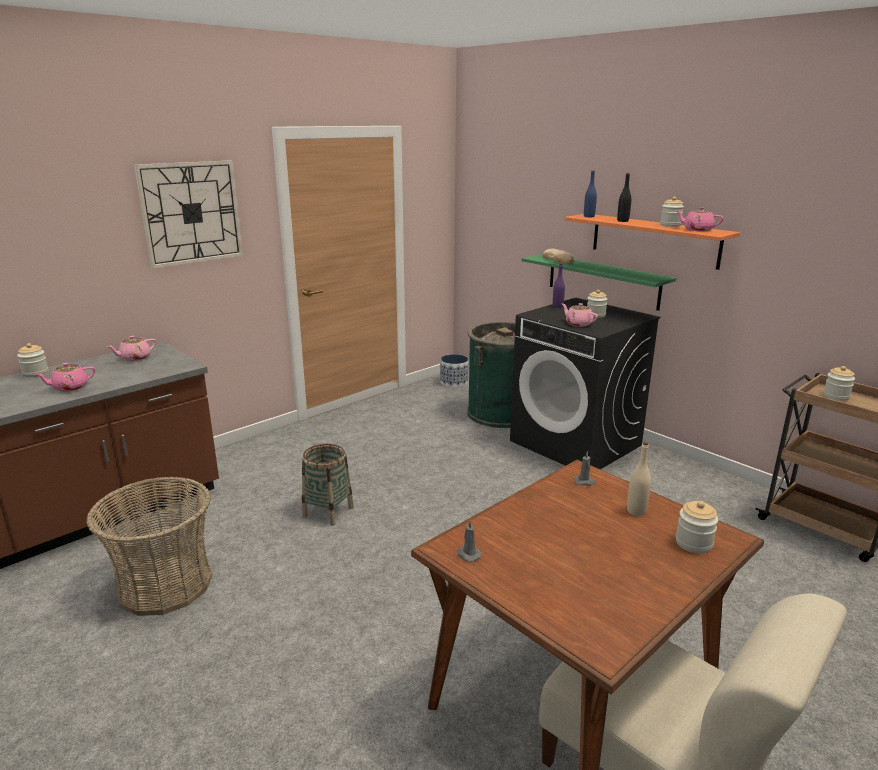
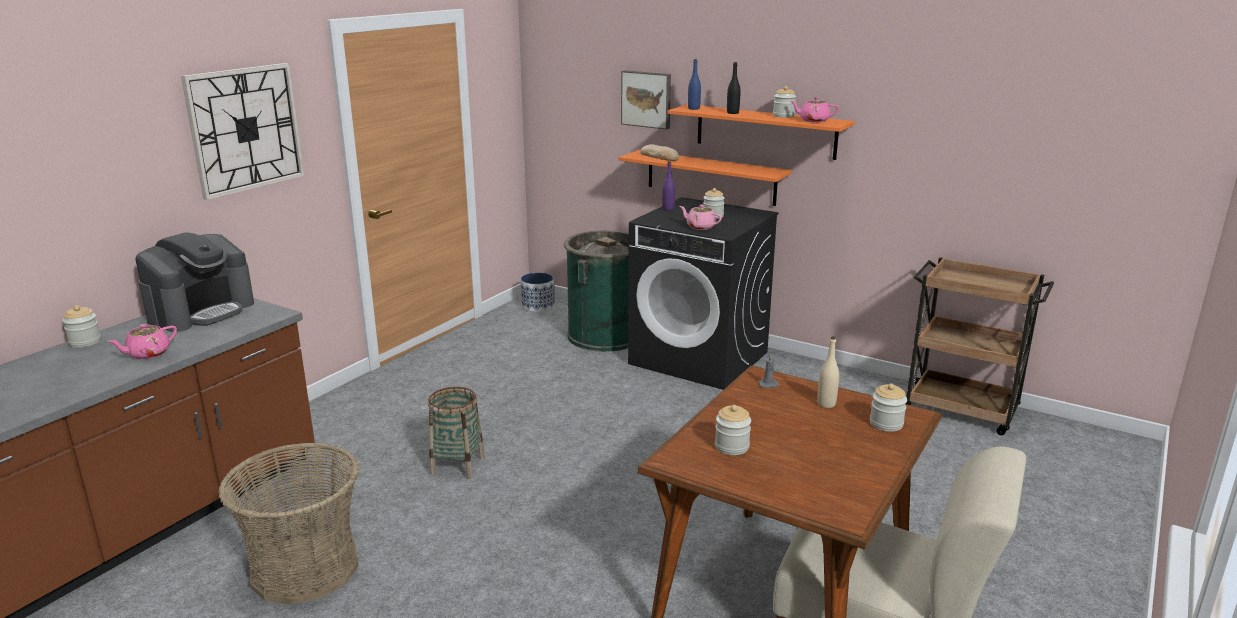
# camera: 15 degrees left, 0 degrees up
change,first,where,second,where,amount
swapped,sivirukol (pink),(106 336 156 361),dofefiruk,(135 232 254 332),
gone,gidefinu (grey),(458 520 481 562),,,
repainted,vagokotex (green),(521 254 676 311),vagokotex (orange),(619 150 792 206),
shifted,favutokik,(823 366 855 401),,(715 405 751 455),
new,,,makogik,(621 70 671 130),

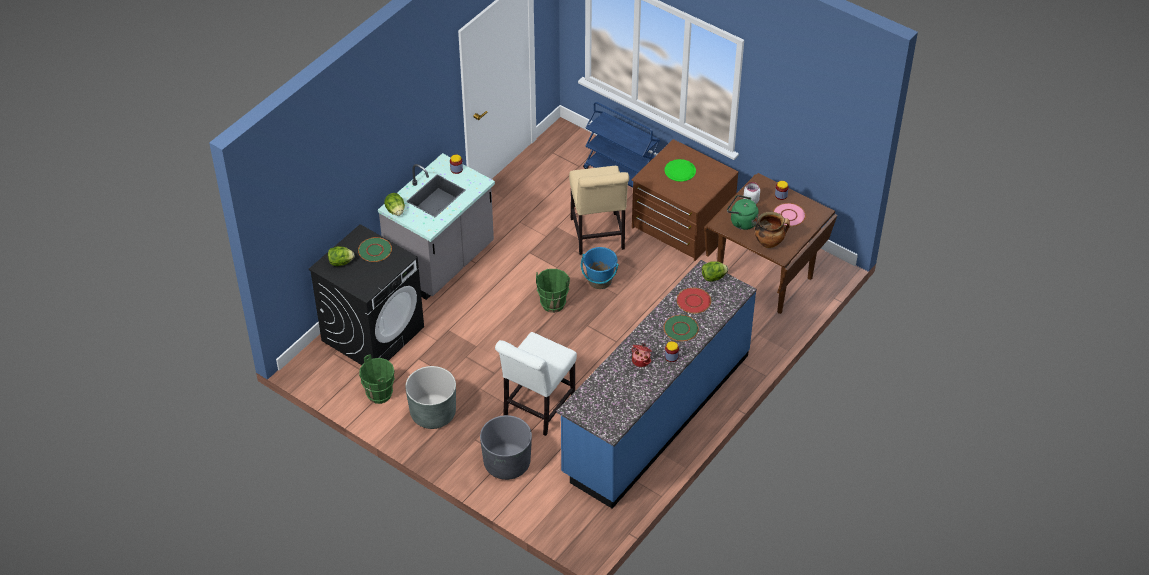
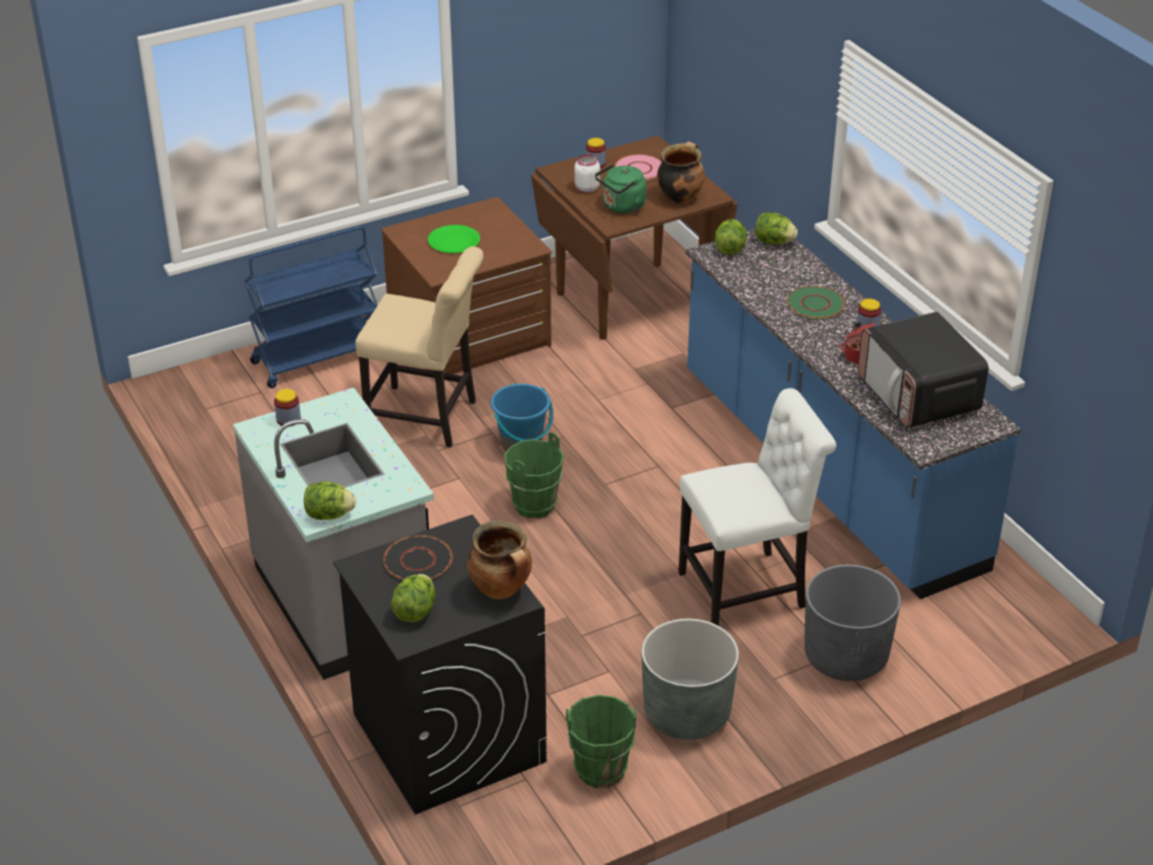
# camera: 65 degrees left, 10 degrees down
change,first,where,second,where,amount
repainted,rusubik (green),(358 237 392 262),rusubik (black),(383 535 453 580),
rotated,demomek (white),(495 332 577 436),,(678 388 836 626),75 degrees counterclockwise
gone,rusubik (red),(677 288 711 313),,,
new,,,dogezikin,(467 520 532 599),
new,,,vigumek,(755 212 798 245),
new,,,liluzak,(858 312 989 428),

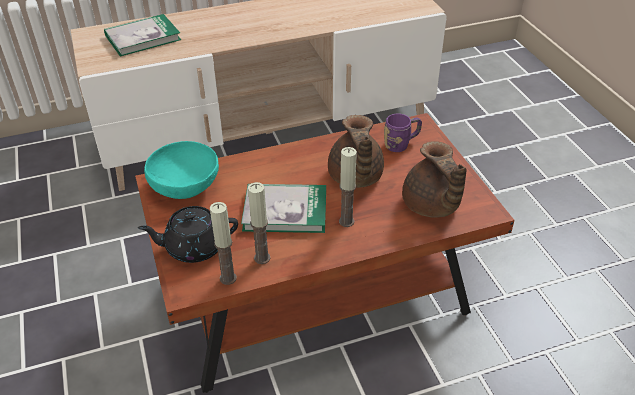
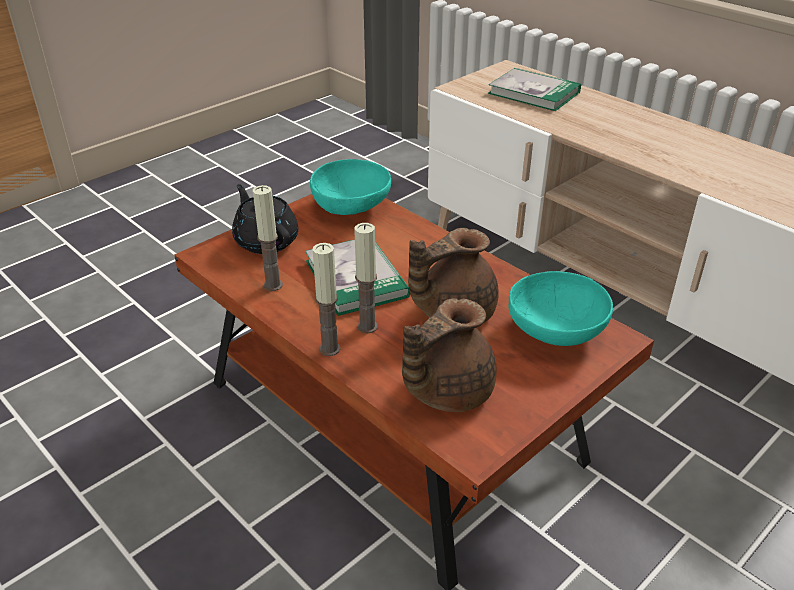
# camera: 65 degrees right, 5 degrees down
change,first,where,second,where,amount
shifted,gidefinu,(210 202 237 285),,(313 243 341 356),
swapped,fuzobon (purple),(384 114 422 152),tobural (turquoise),(508 271 613 346),

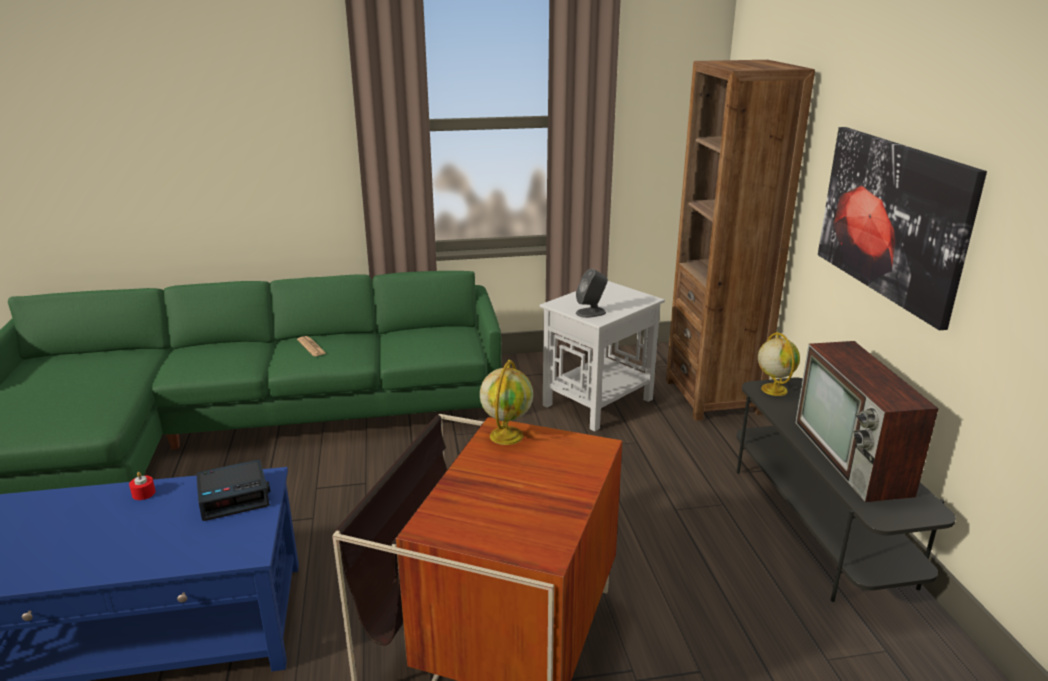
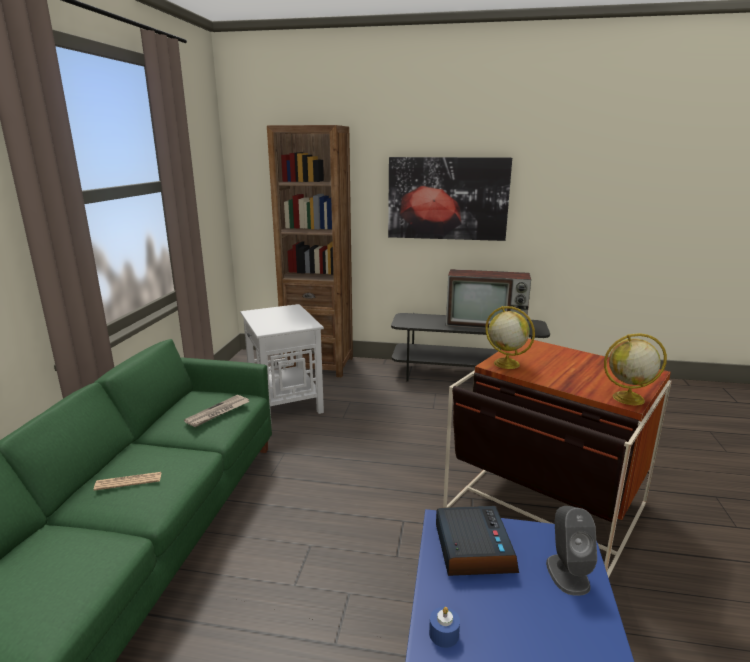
# camera: 70 degrees left, 5 degrees down
change,first,where,second,where,amount
repainted,gidefinu (red),(129 472 156 500),gidefinu (blue),(429 607 460 648),
shifted,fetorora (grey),(576 269 608 318),,(546 506 597 596),
shifted,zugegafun,(758 332 800 396),,(604 333 667 405),
new,,,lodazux,(184 395 249 427),

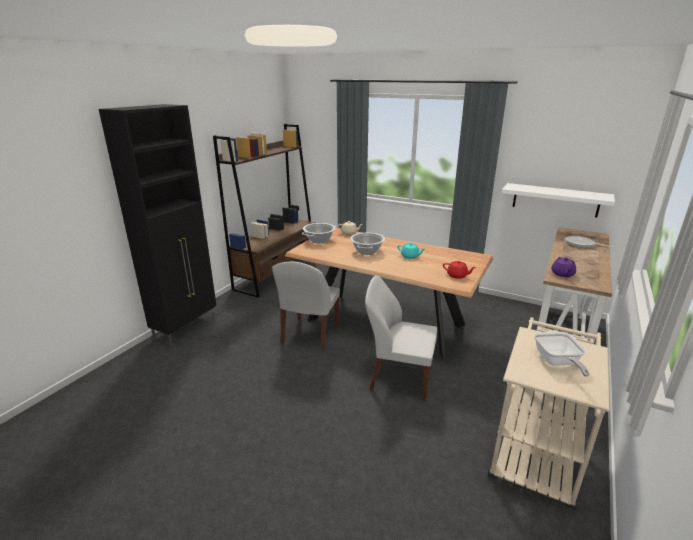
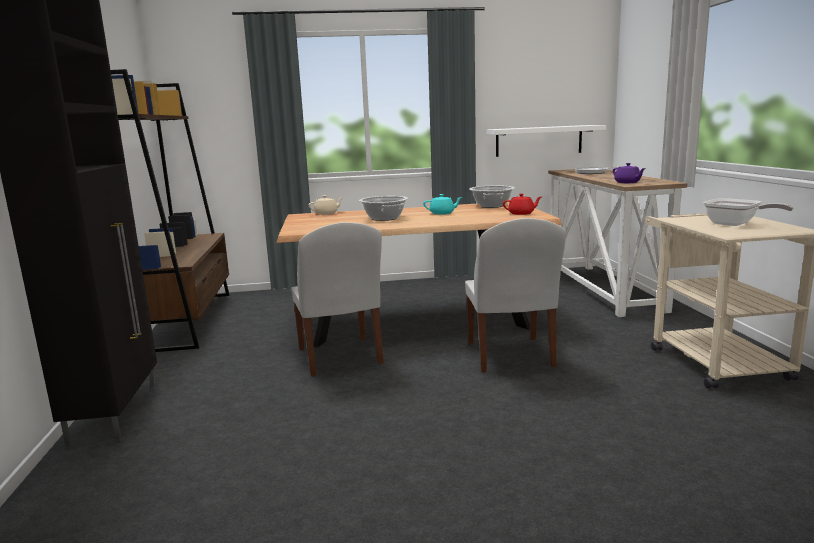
# camera: 35 degrees left, 10 degrees down
change,first,where,second,where,amount
shifted,dogezikin,(302 223 336 243),,(469 185 515 208),
rotated,demomek (white),(365 276 438 401),,(465 218 566 372),75 degrees counterclockwise

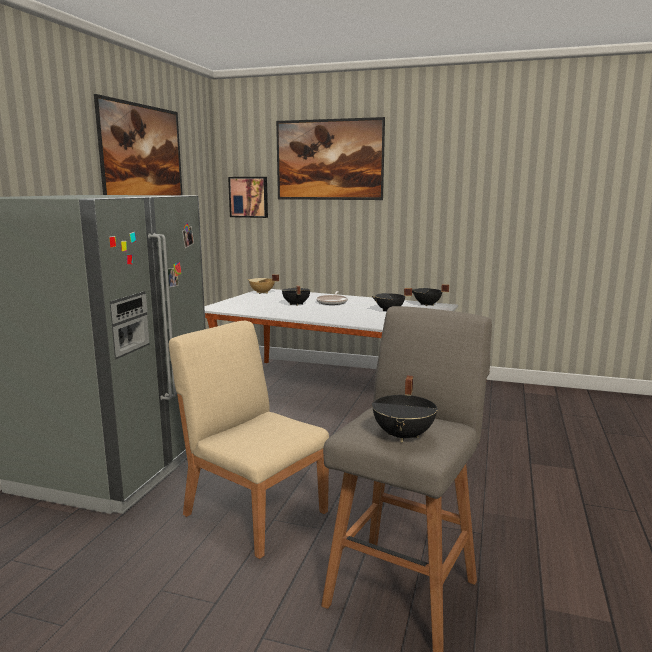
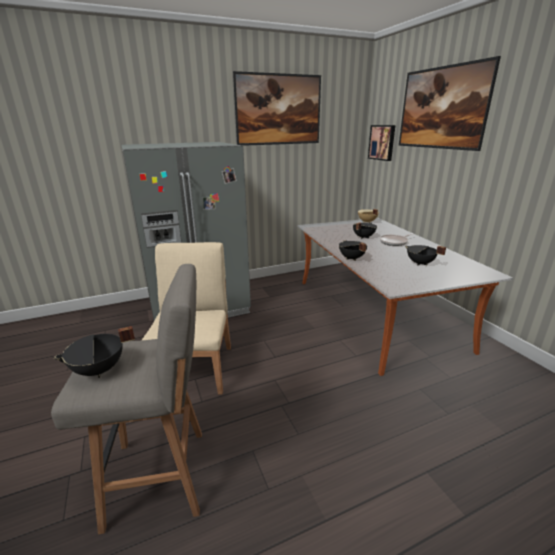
# camera: 50 degrees right, 10 degrees up
change,first,where,second,where,amount
shifted,dogezikin (black),(412 284 449 306),,(339 240 367 261),

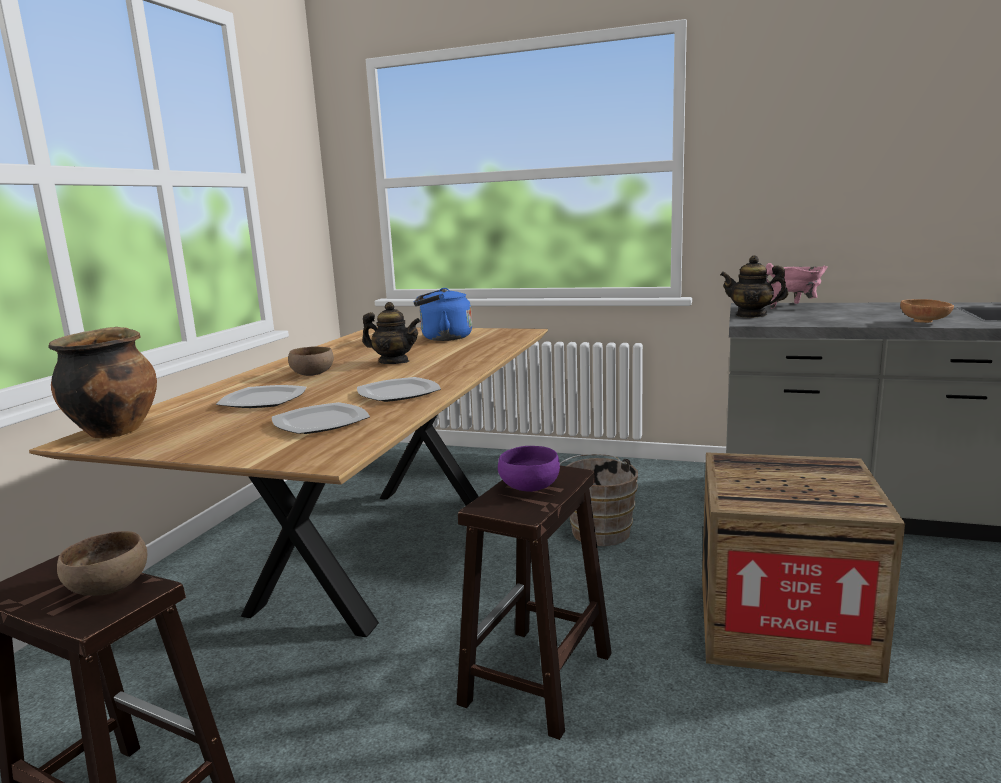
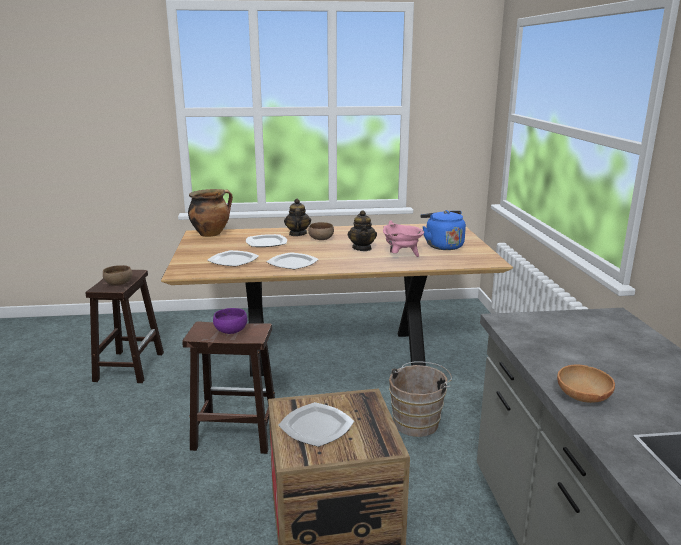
# camera: 65 degrees right, 5 degrees up
change,first,where,second,where,amount
shifted,sivirukol,(720 255 788 318),,(284 199 311 236),
shifted,dogezikin (pink),(766 263 828 309),,(383 221 424 257),
new,,,rusubik,(278 402 354 447),

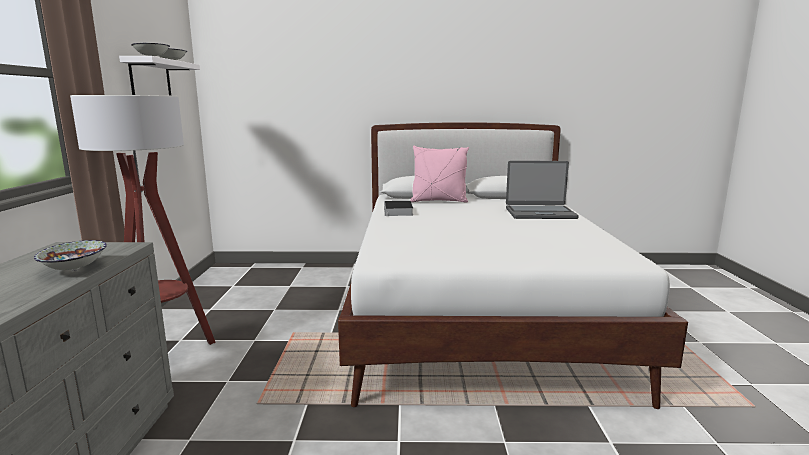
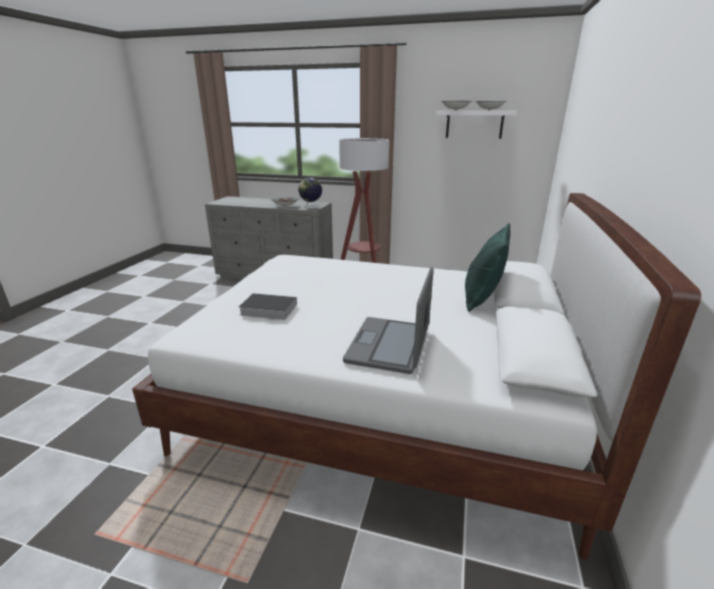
# camera: 105 degrees right, 10 degrees up
change,first,where,second,where,amount
shifted,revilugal,(384 201 413 216),,(239 293 297 320),
repainted,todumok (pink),(410 146 469 202),todumok (green),(465 223 510 312),
new,,,zugegafun,(298 177 322 209),

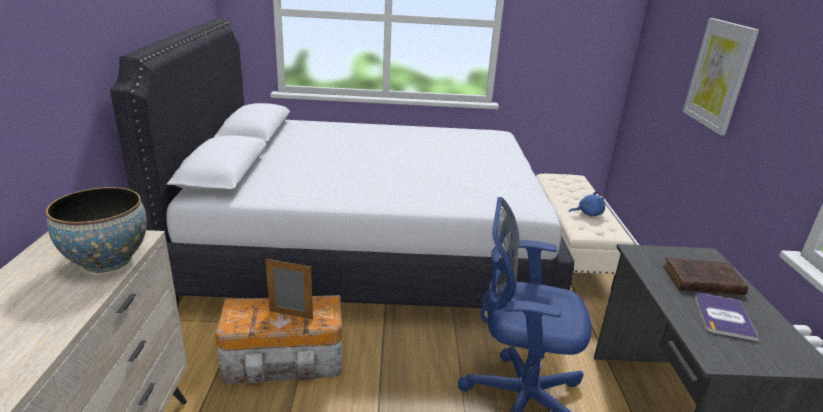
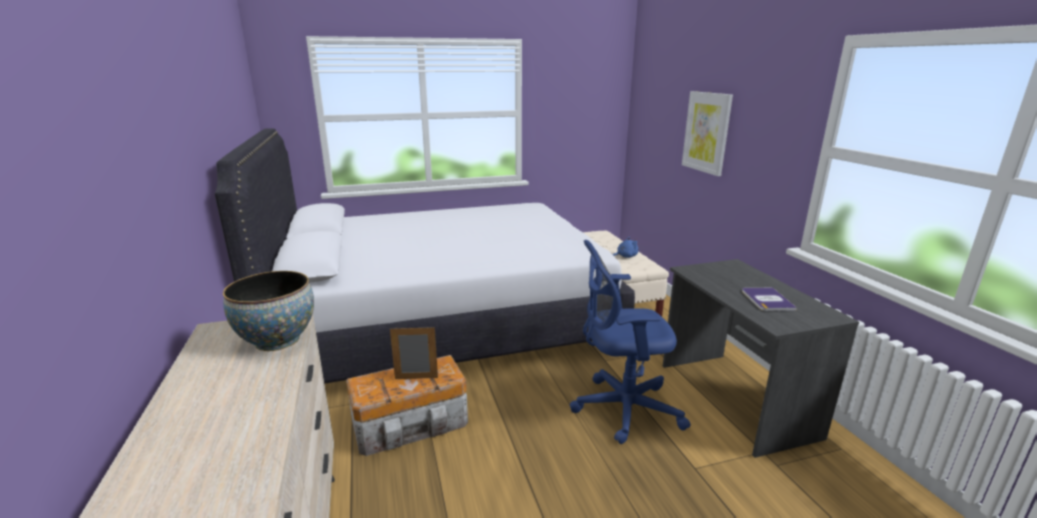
# camera: 15 degrees left, 5 degrees down
change,first,where,second,where,amount
gone,revilugal (brown),(663 258 748 295),,,

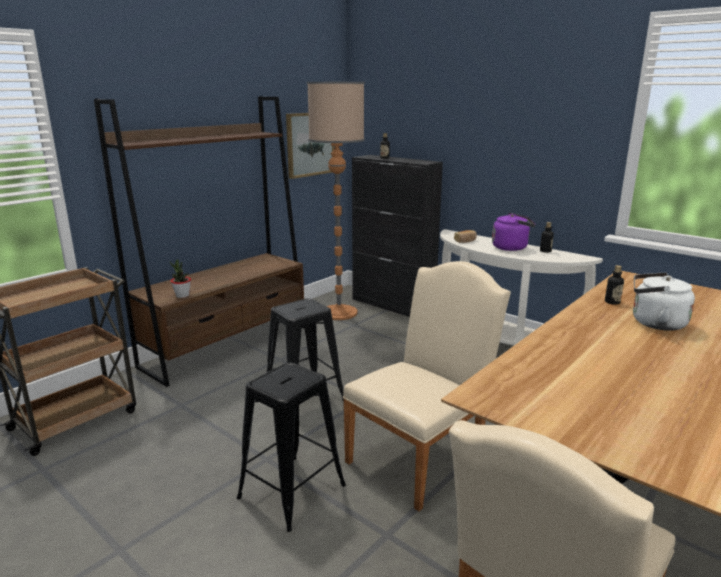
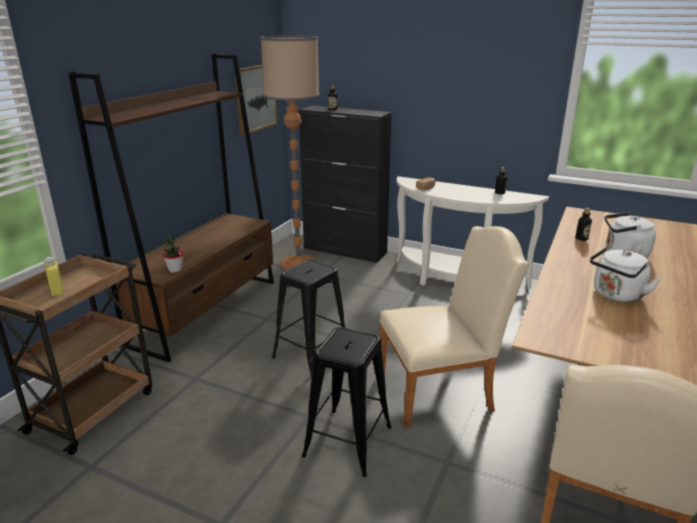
# camera: 15 degrees left, 5 degrees up
change,first,where,second,where,amount
rotated,demomek (beige),(343 261 511 511),,(380 226 529 427),45 degrees clockwise
gone,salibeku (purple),(492 213 536 251),,,
new,,,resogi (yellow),(44 257 64 296),
new,,,salibeku (white),(590 247 660 302),

